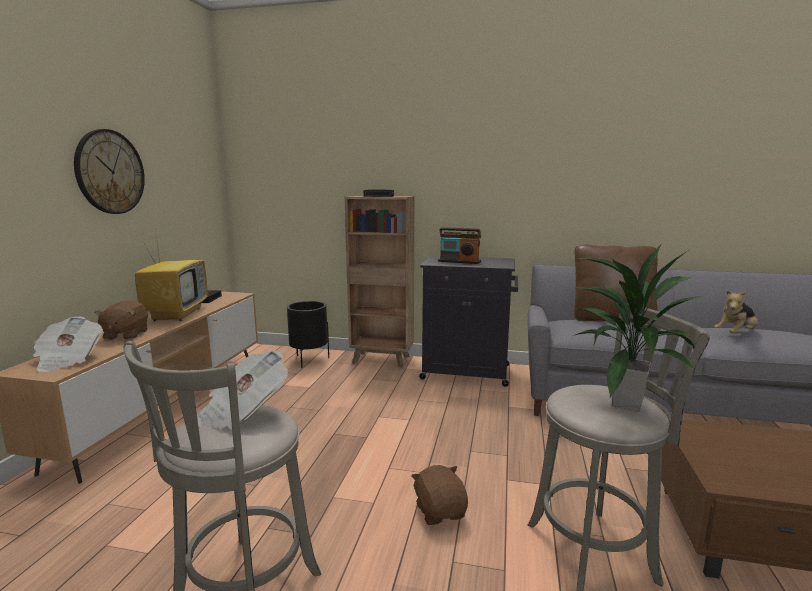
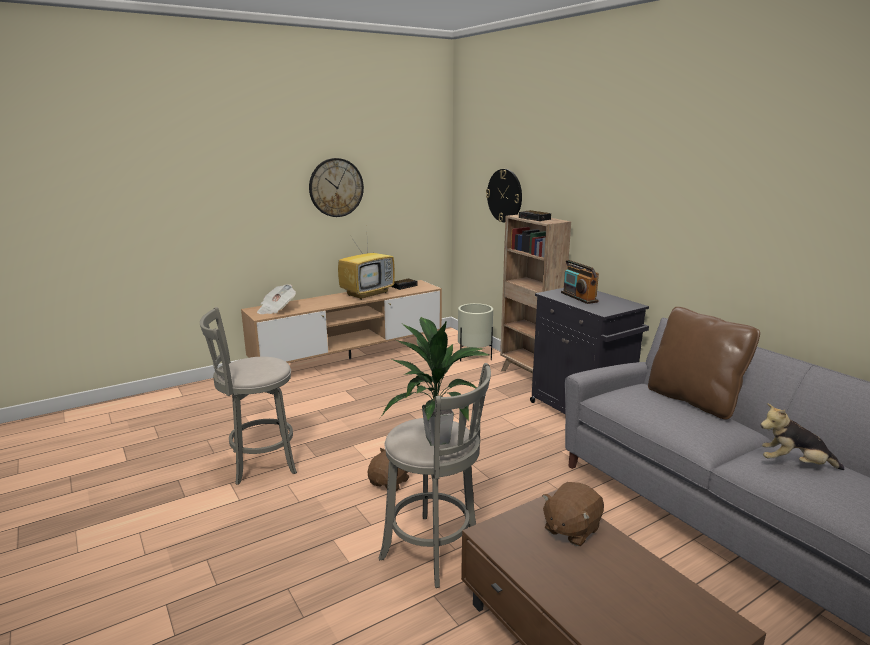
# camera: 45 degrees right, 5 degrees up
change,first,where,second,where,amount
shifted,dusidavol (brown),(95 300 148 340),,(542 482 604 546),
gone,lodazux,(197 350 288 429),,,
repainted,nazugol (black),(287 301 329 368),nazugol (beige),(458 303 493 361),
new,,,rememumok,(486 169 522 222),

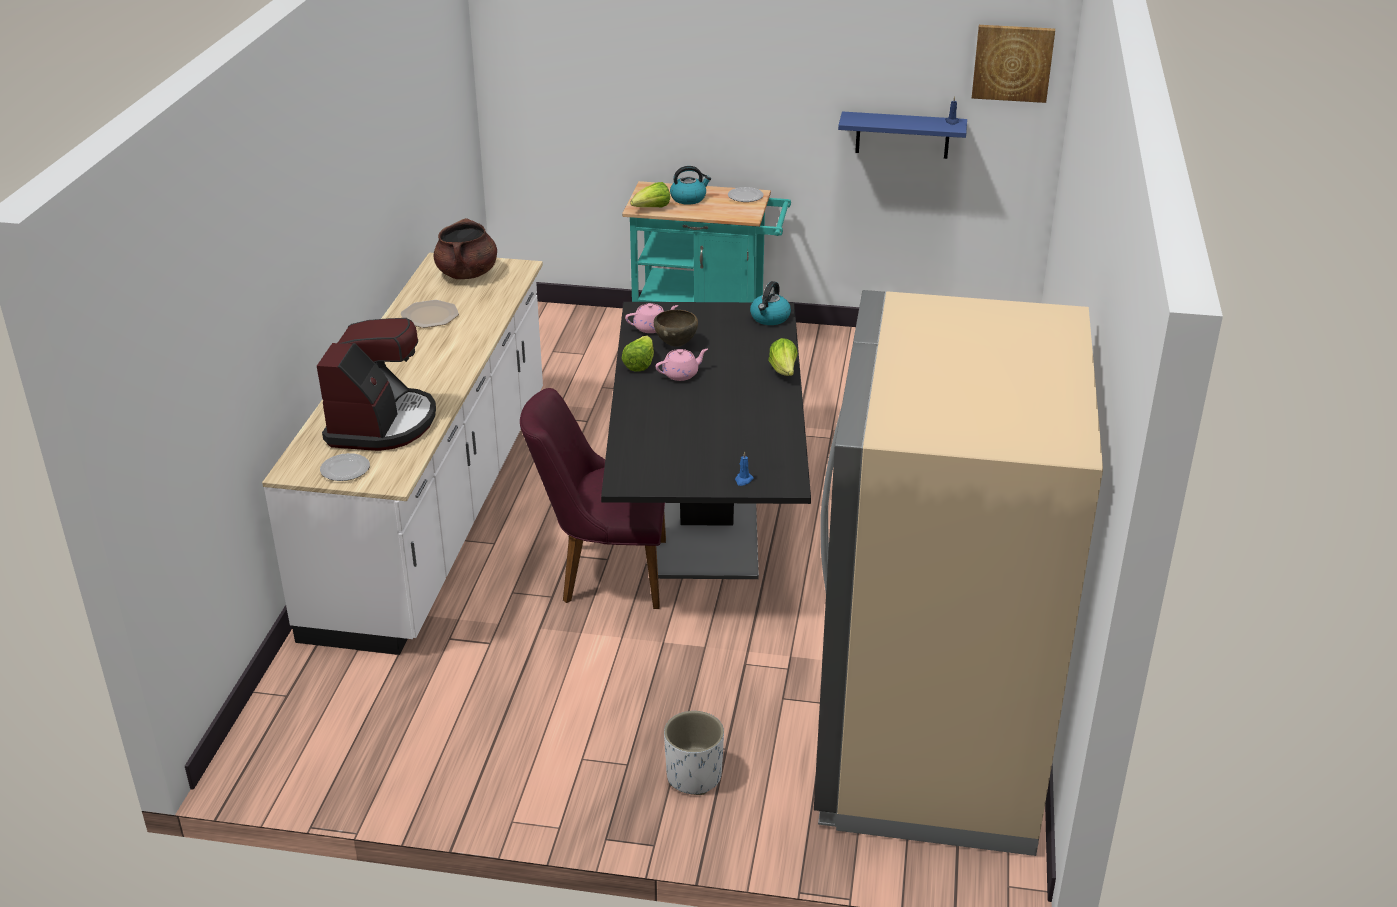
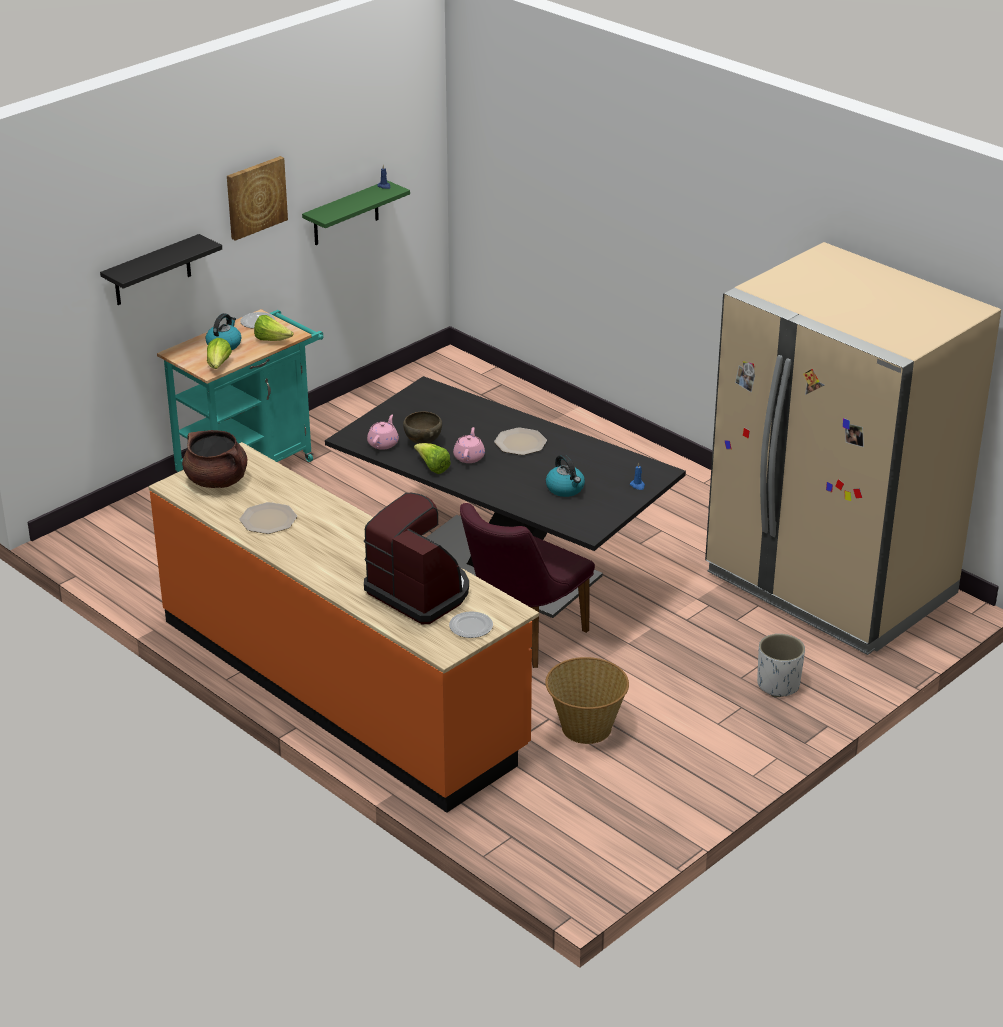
# camera: 55 degrees left, 0 degrees up
change,first,where,second,where,amount
repainted,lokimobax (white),(262 253 543 655),lokimobax (orange),(148 442 539 813),
shifted,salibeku,(750 281 791 325),,(546 454 585 497),
shifted,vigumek,(769 338 798 376),,(254 315 294 341),
repainted,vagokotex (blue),(838 111 967 159),vagokotex (green),(302 180 410 245),
shifted,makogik,(972 25 1055 103),,(227 156 288 241),
new,,,vagokotex (black),(100 234 222 305),
new,,,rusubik,(494 427 547 455),
new,,,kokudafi,(545 657 629 744),

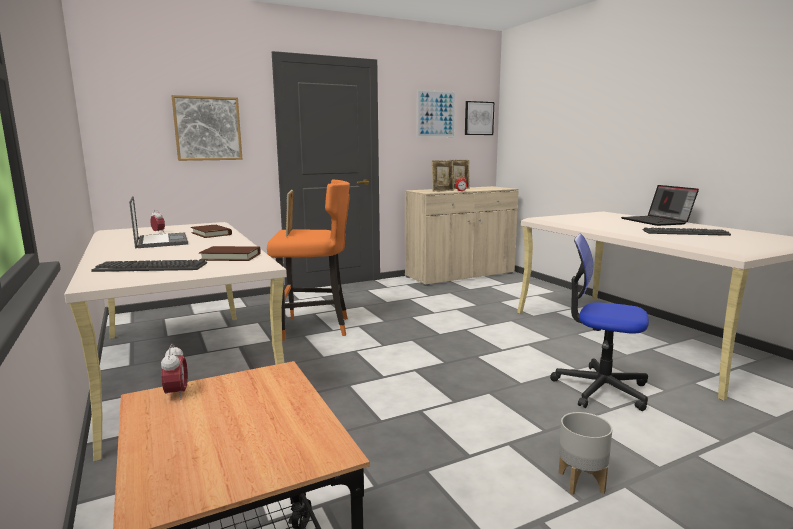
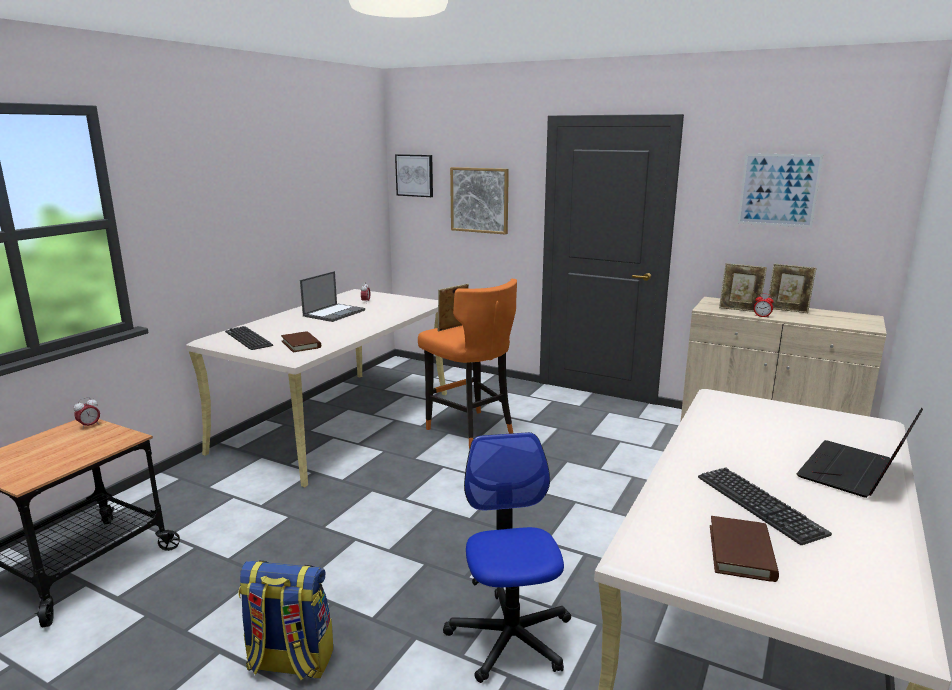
# camera: 55 degrees right, 5 degrees up
change,first,where,second,where,amount
shifted,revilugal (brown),(191 225 232 238),,(710 516 779 582),
shifted,makogik,(465 101 494 135),,(395 154 433 197),
swapped,nazugol (grey),(559 412 612 494),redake,(238 560 333 680),

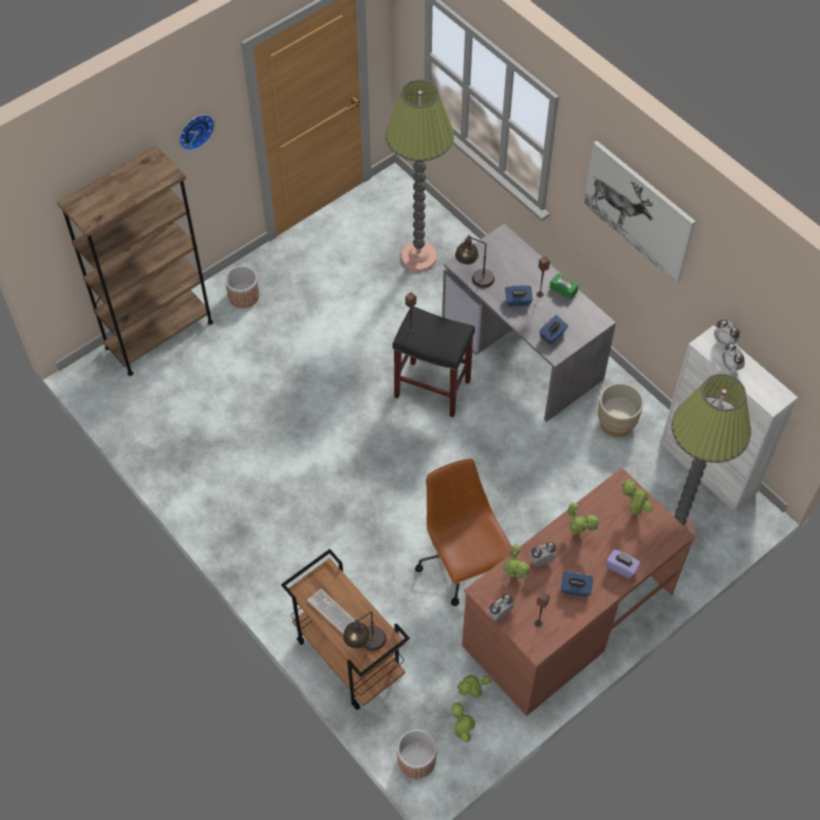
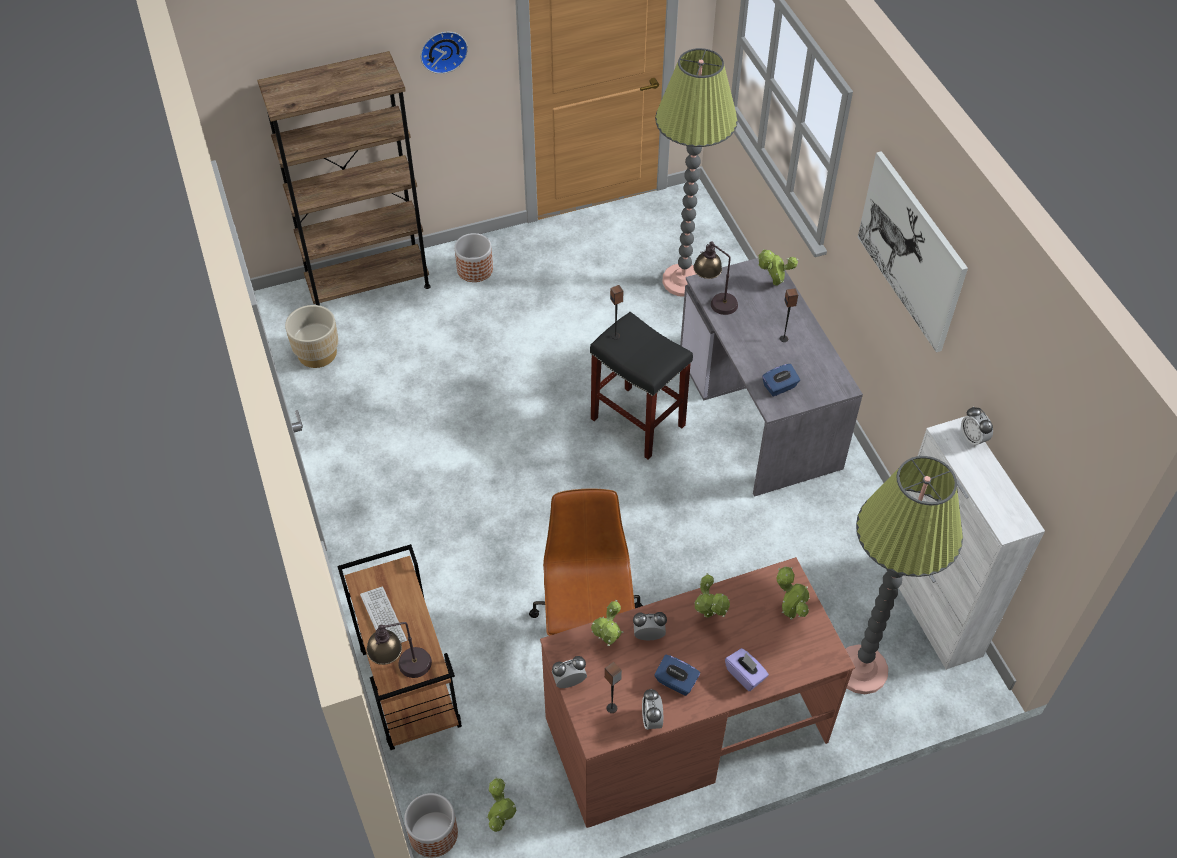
# camera: 20 degrees right, 5 degrees down
change,first,where,second,where,amount
shifted,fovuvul,(457 675 492 698),,(757 249 798 286),
gone,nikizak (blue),(505 285 533 307),,,
gone,nikizak (green),(550 273 579 300),,,
shifted,nazugol (beige),(598 383 644 437),,(285 305 338 368),
shifted,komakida,(721 343 745 373),,(642 689 663 730),

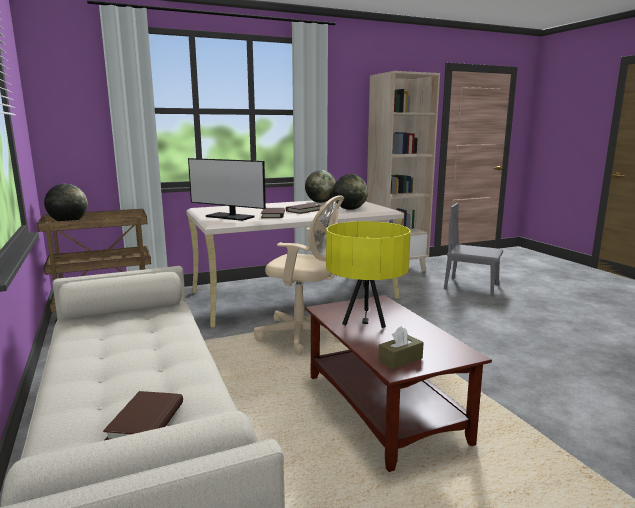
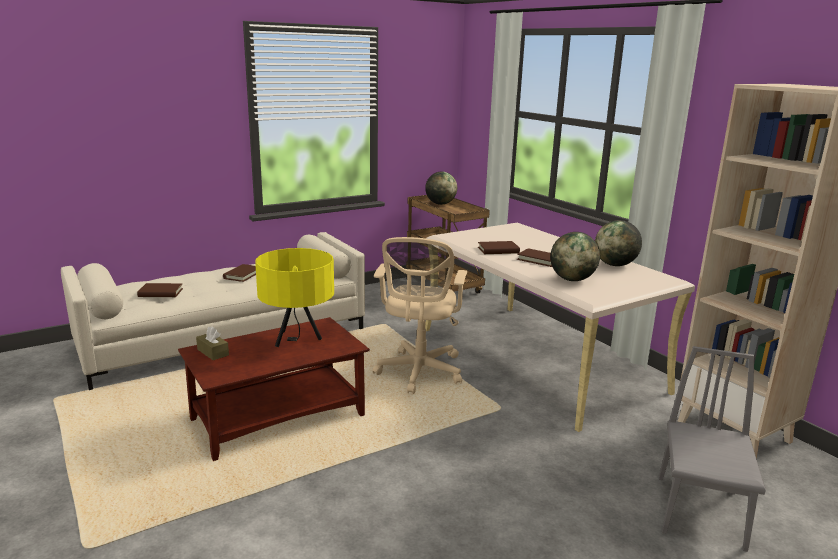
# camera: 80 degrees right, 5 degrees up
change,first,where,second,where,amount
gone,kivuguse,(188 158 266 221),,,
new,,,revilugal (brown),(223 264 256 282),

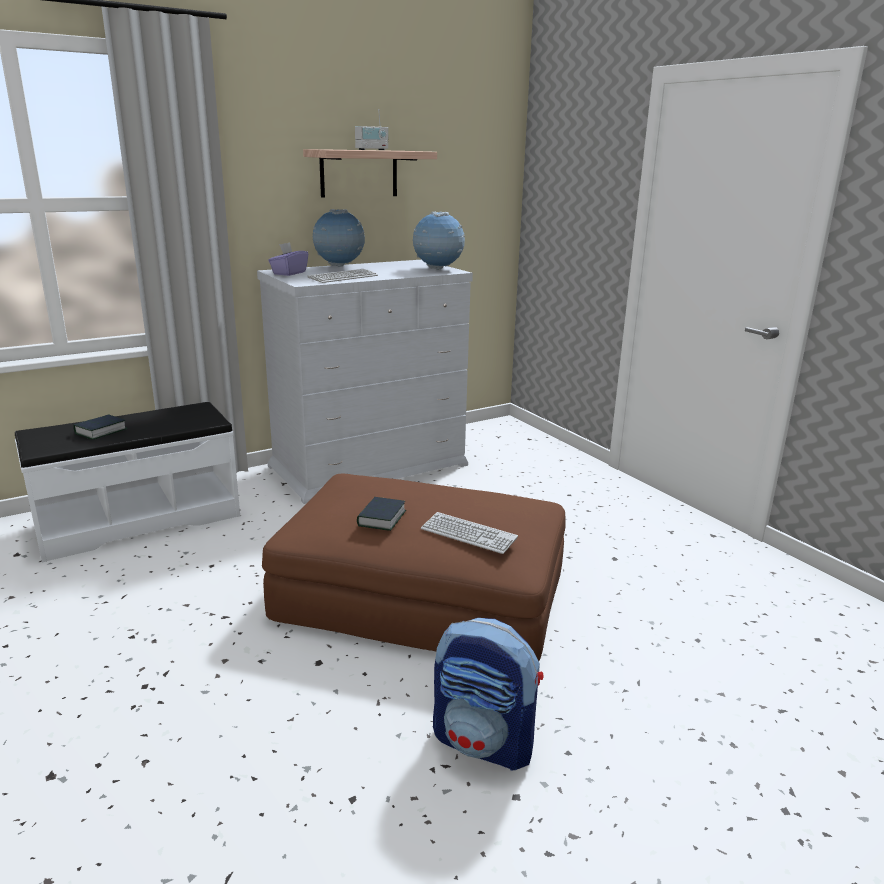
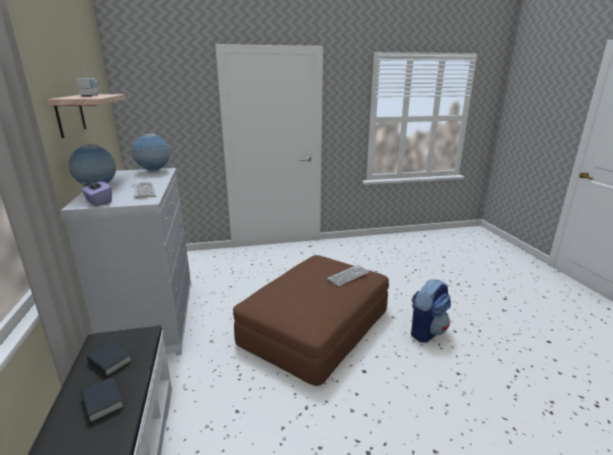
# camera: 70 degrees left, 0 degrees up
change,first,where,second,where,amount
shifted,revilugal,(357 497 406 531),,(87 342 132 377),

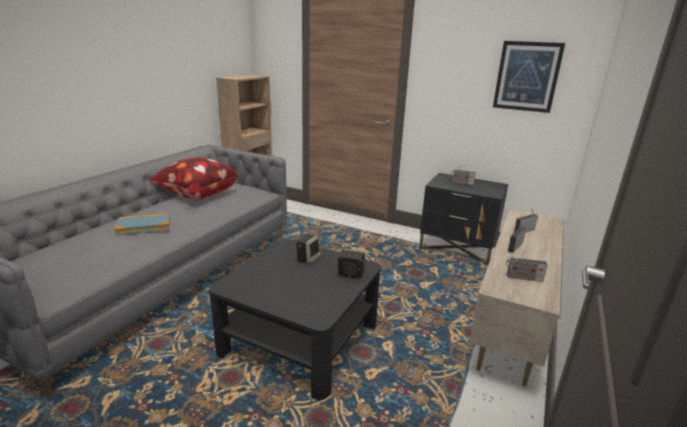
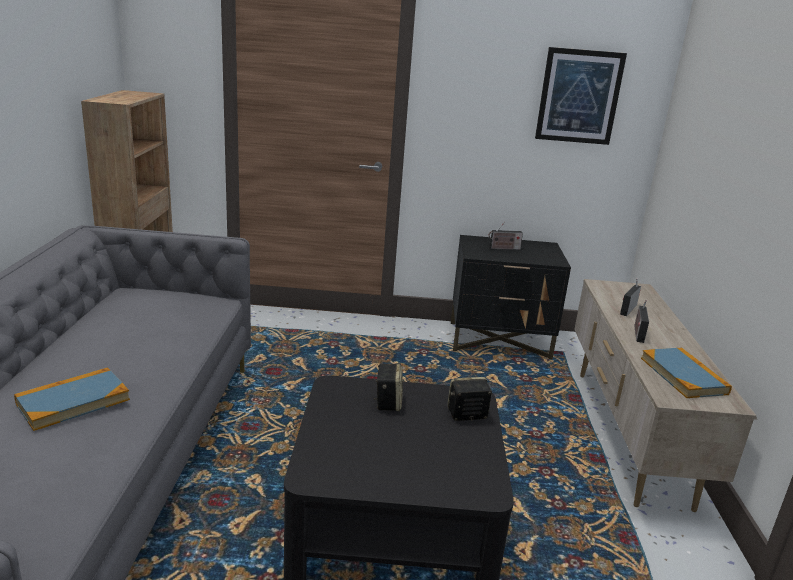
# camera: 25 degrees left, 0 degrees up
change,first,where,second,where,amount
gone,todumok,(149 157 237 200),,,
swapped,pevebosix,(506 251 548 282),revilugal,(641 348 732 398),

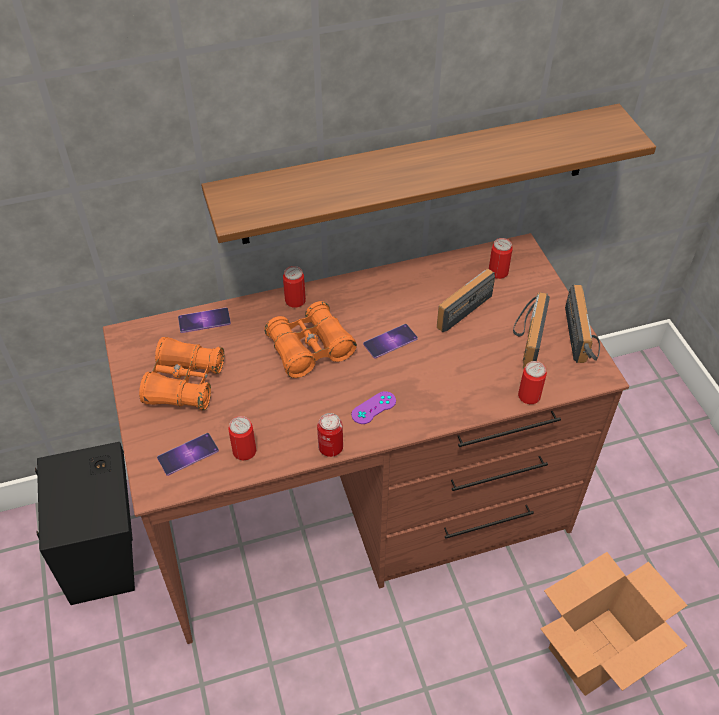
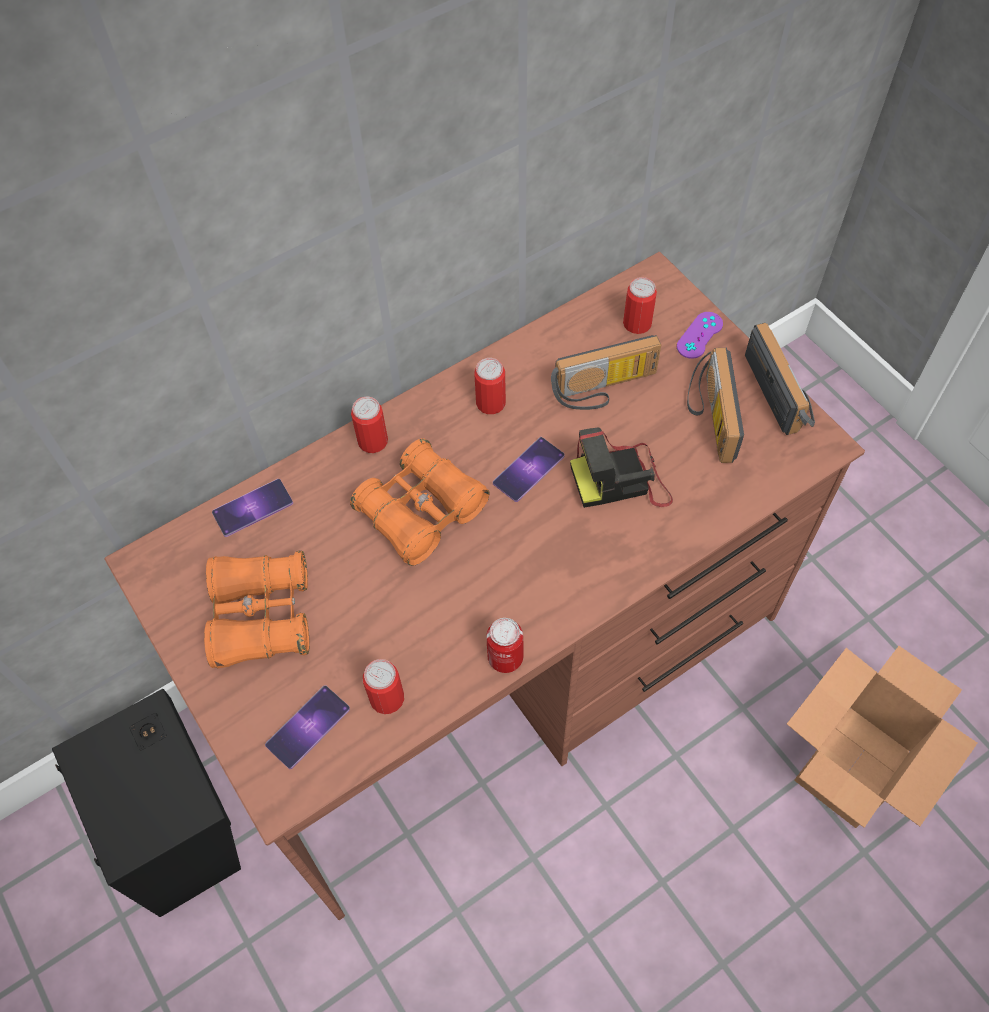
# camera: 15 degrees left, 10 degrees up
change,first,where,second,where,amount
gone,vagokotex,(201 104 656 244),,,
shifted,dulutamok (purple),(351 391 396 424),,(677 312 723 359),
rotated,pevebosix,(437 269 495 332),,(551 335 661 410),135 degrees counterclockwise
shifted,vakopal,(518 361 547 404),,(475 358 506 414),
new,,,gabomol,(570 428 673 508),

